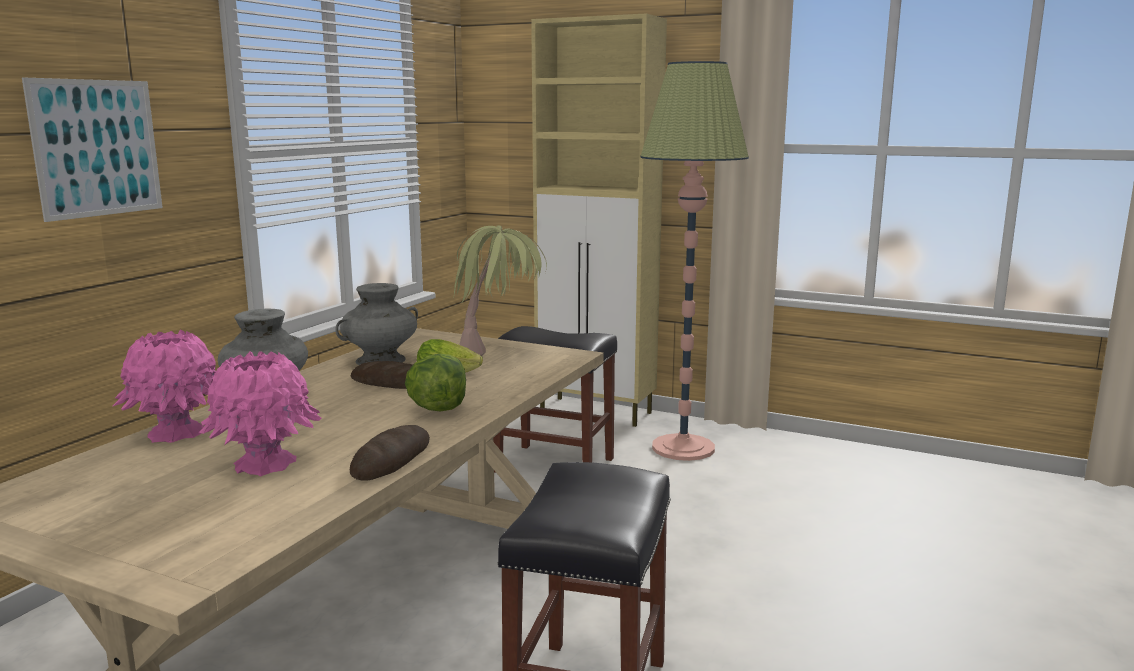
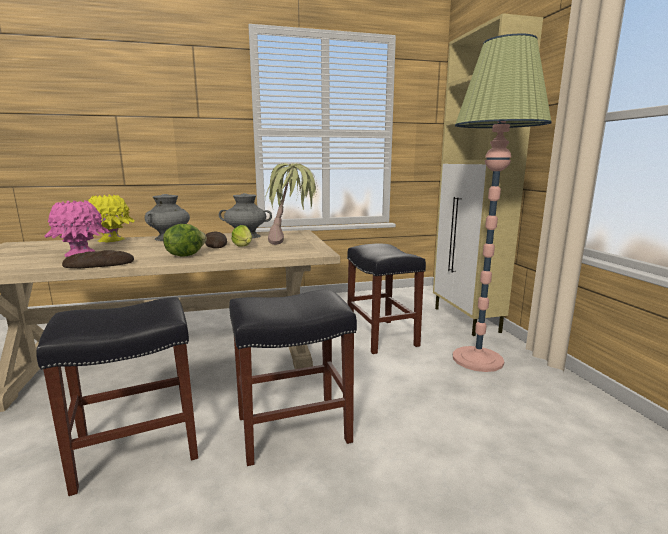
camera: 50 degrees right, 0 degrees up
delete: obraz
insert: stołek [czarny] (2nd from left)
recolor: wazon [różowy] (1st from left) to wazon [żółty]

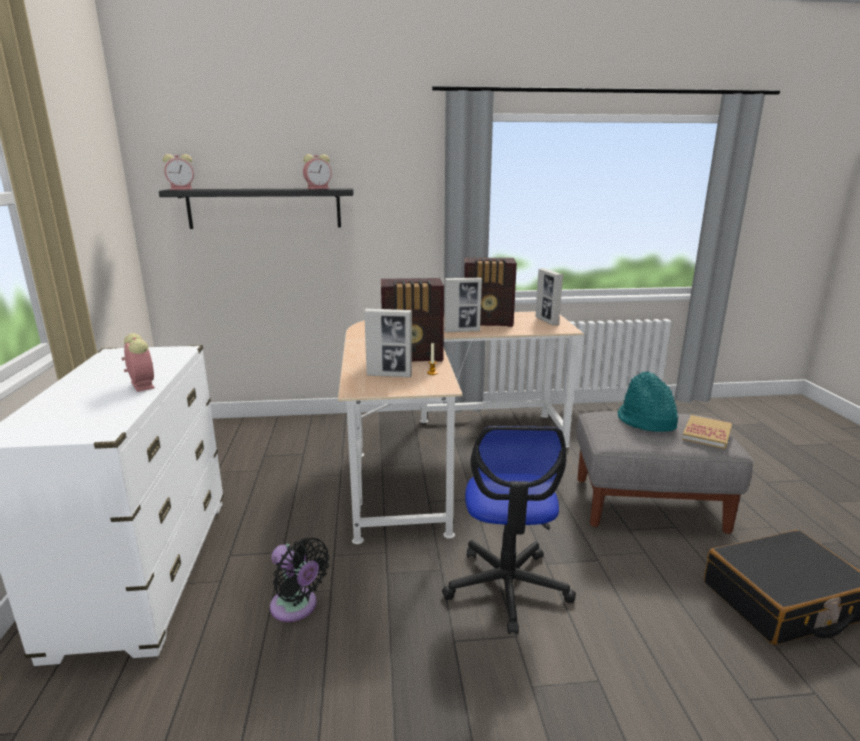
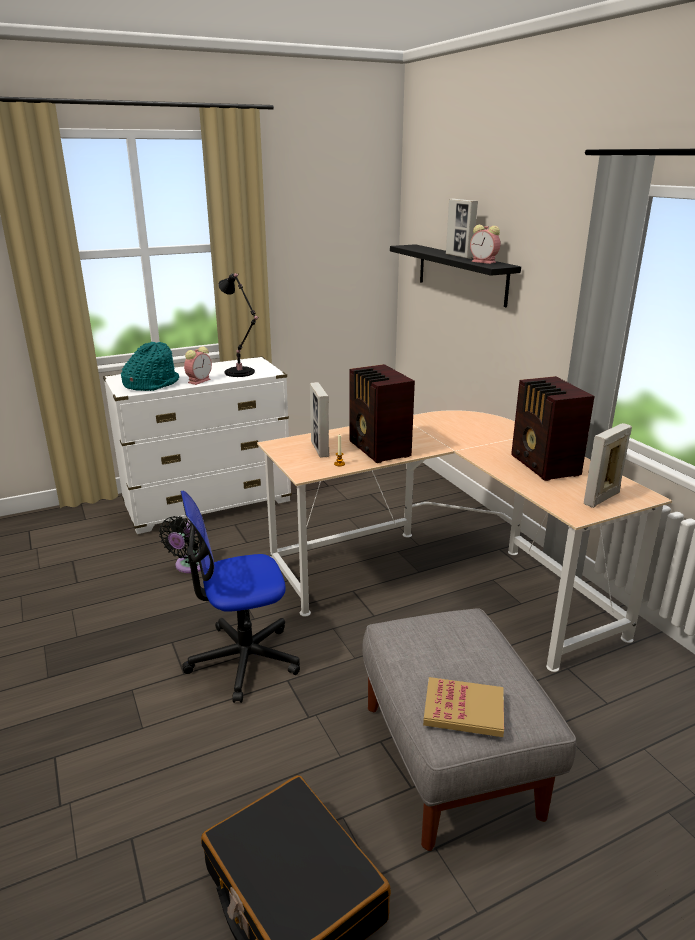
camera: 70 degrees right, 5 degrees up
delete: budzik (2nd from left)
insert: lampa stołowa [czarny]
move: ramka na zdjęcie (2nd from left); kapelusz [turkusowy]

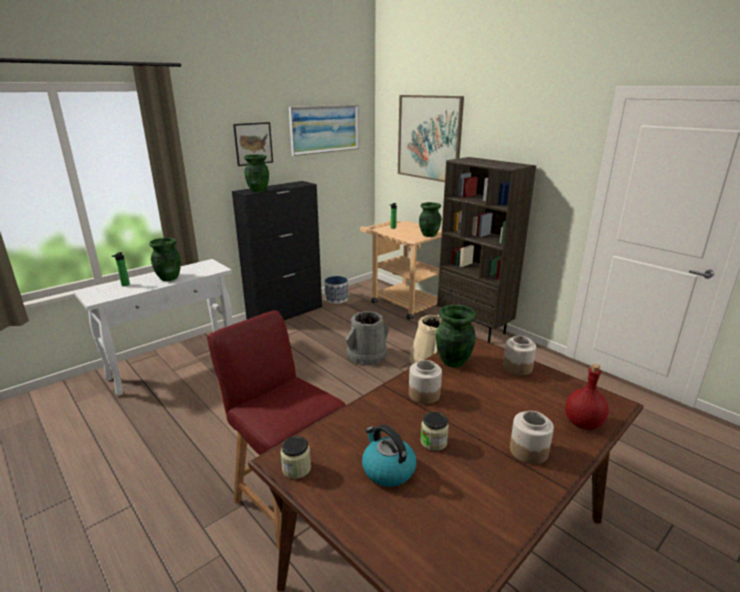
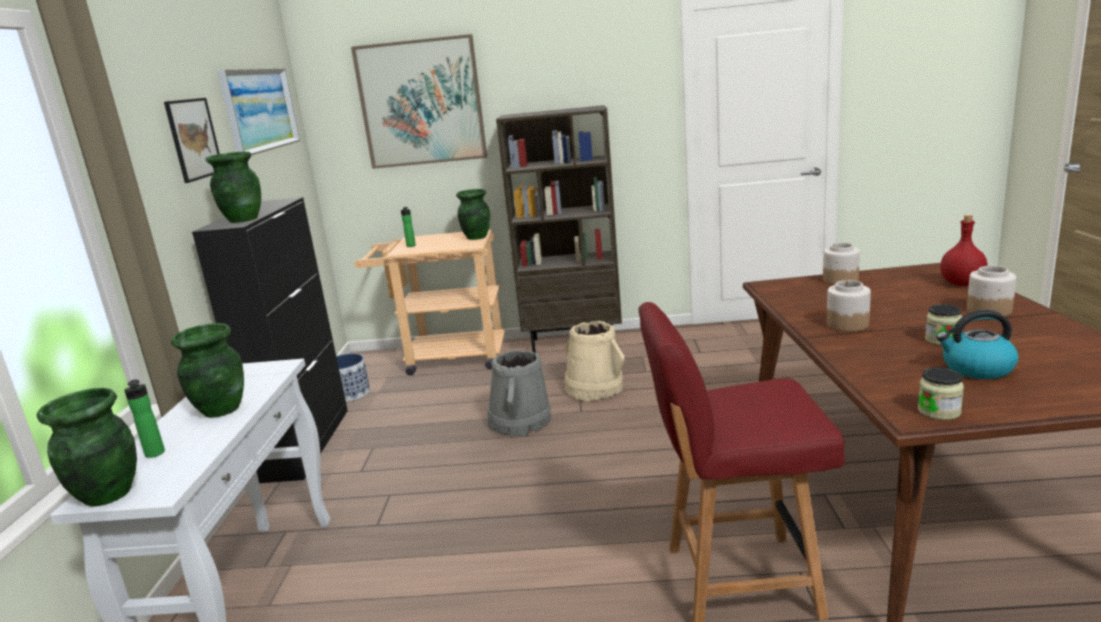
camera: 45 degrees left, 5 degrees down
move: wazon [zielony] (4th from left in the first image) to wazon [zielony] (1st from left)

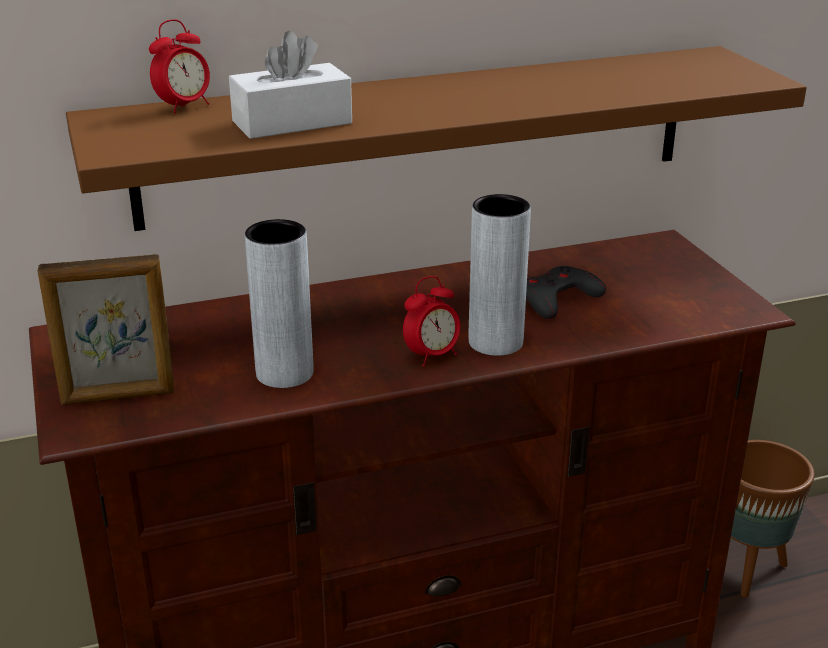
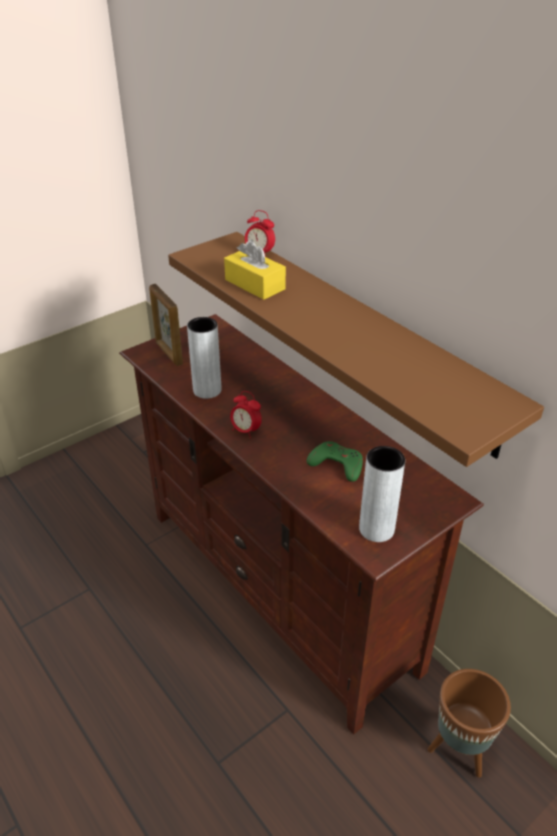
camera: 70 degrees right, 10 degrees up
move: wazon [szary] (2nd from left)
recolor: pudełko chusteczek [biały] to pudełko chusteczek [żółty]; pad do gier [szary] to pad do gier [zielony]

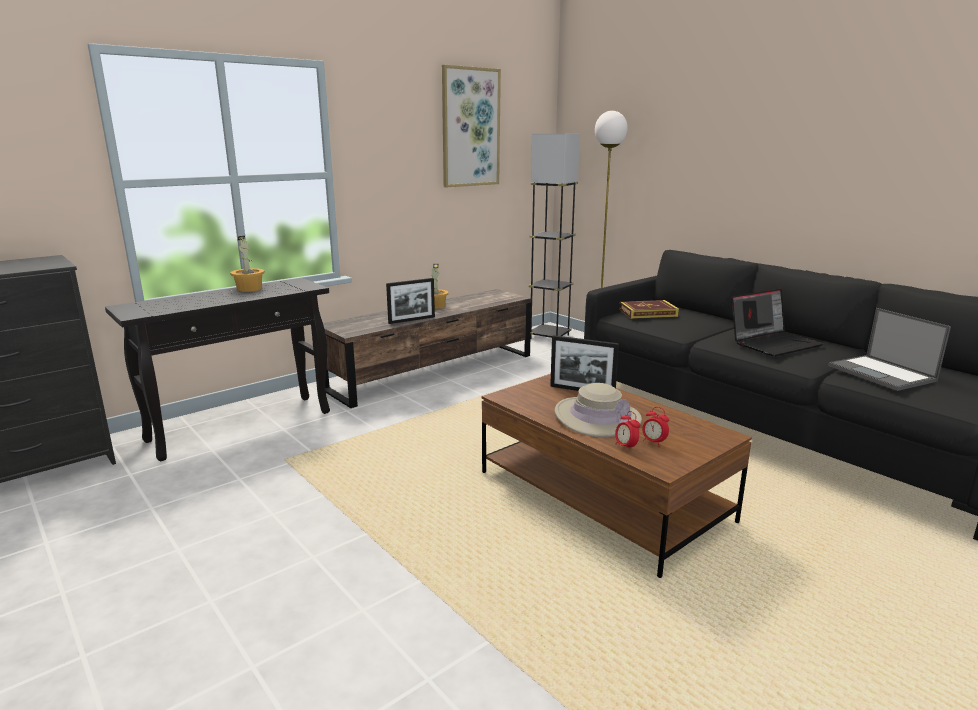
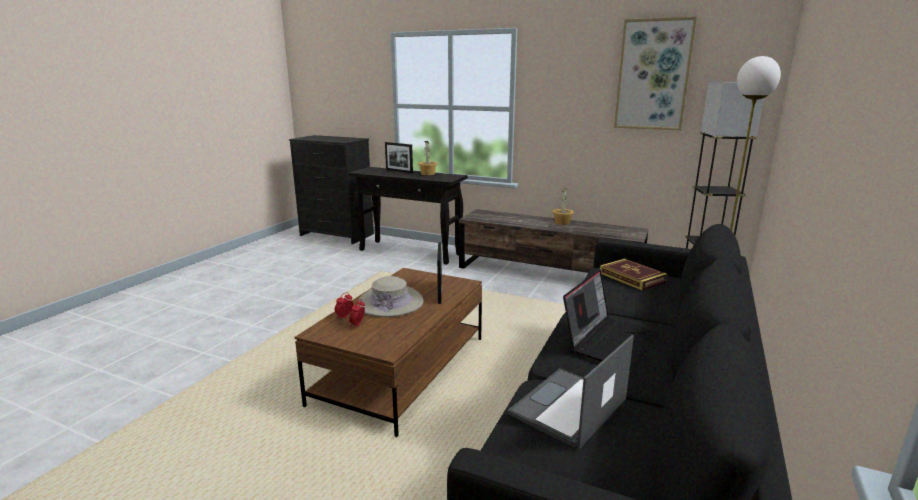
camera: 65 degrees right, 0 degrees up
move: ramka na zdjęcie (1st from left)
rotate: laptop (1st from left in the first image) 90 degrees counterclockwise

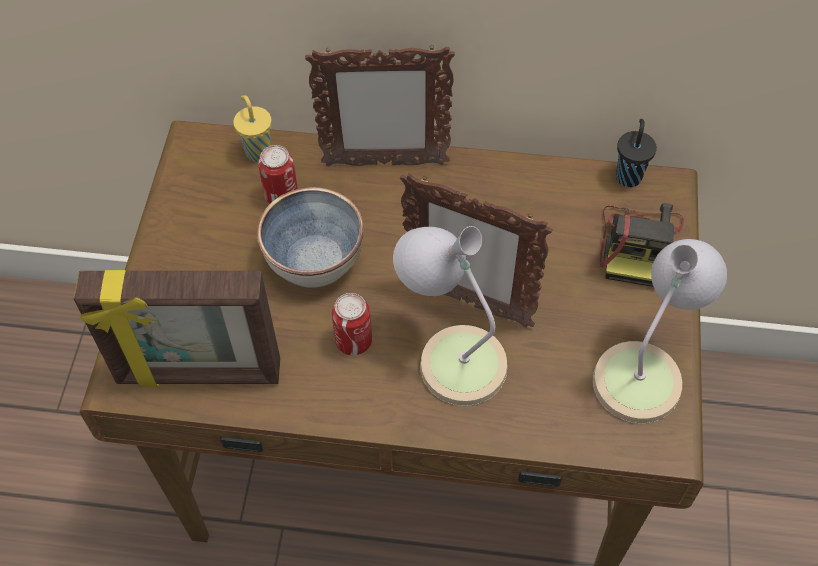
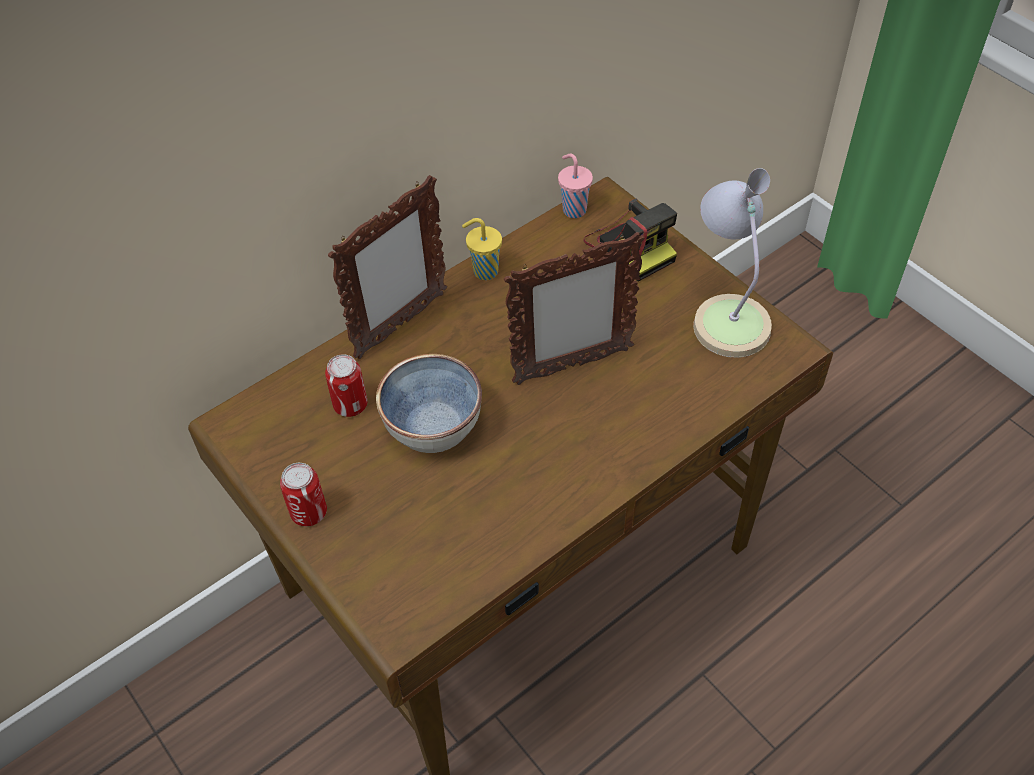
camera: 45 degrees left, 5 degrees down
delete: ramka na zdjęcie (1st from left); lampa stołowa (1st from left)
move: filiżanka [żółty]; puszka (2nd from left in the first image) to puszka (1st from left)
recolor: filiżanka [czarny] to filiżanka [różowy]

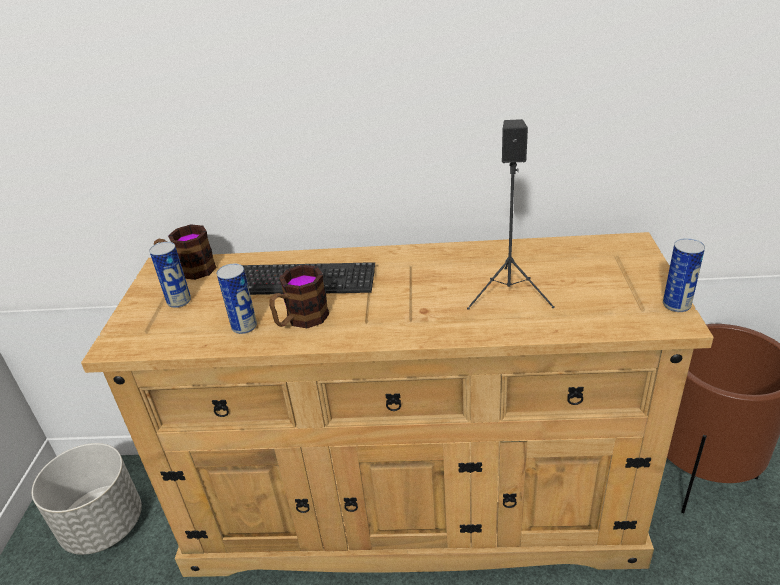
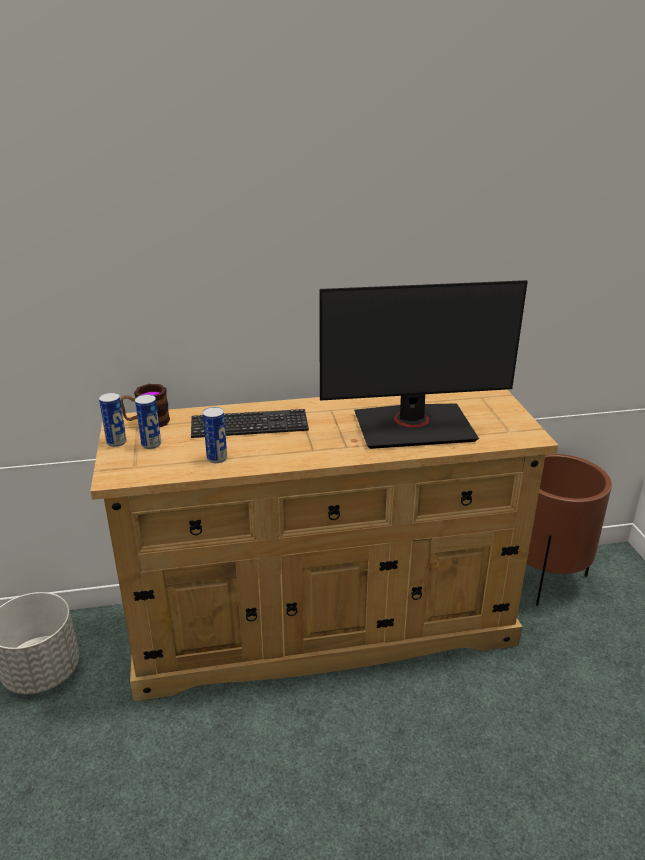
camera: 15 degrees left, 5 degrees down
delete: kubek (2nd from left)
move: puszka (3rd from left in the first image) to puszka (1st from left)
replace: głośnik [czarny] to monitor

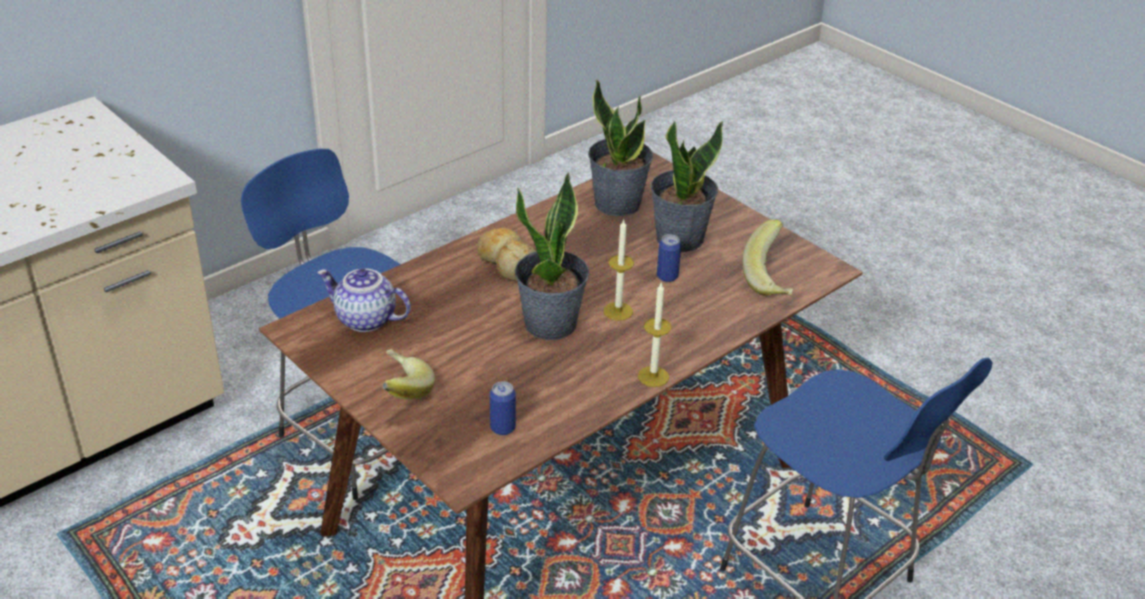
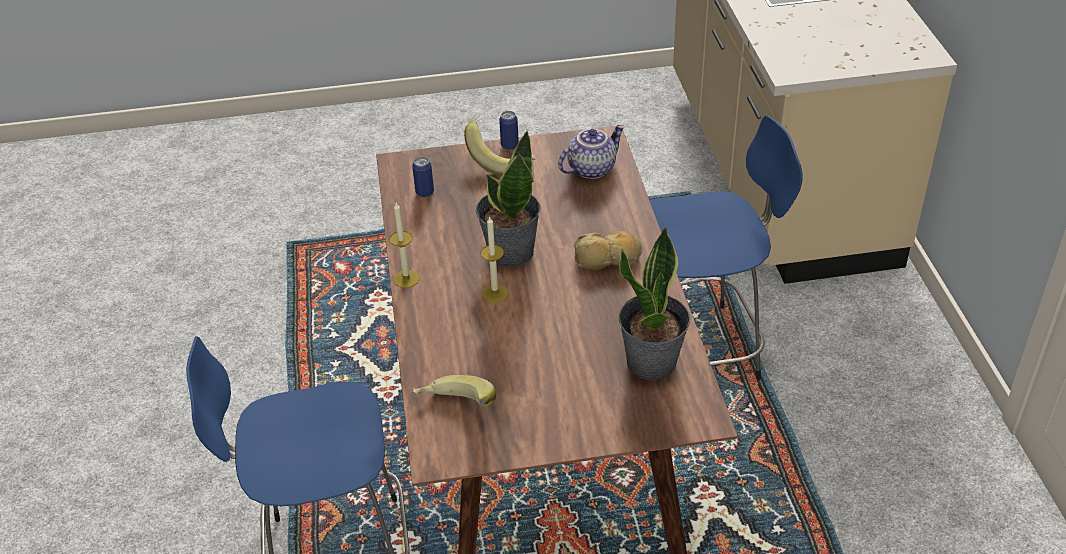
camera: 125 degrees right, 5 degrees up
delete: roślina doniczkowa (3rd from left)
move: puszka (2nd from left)

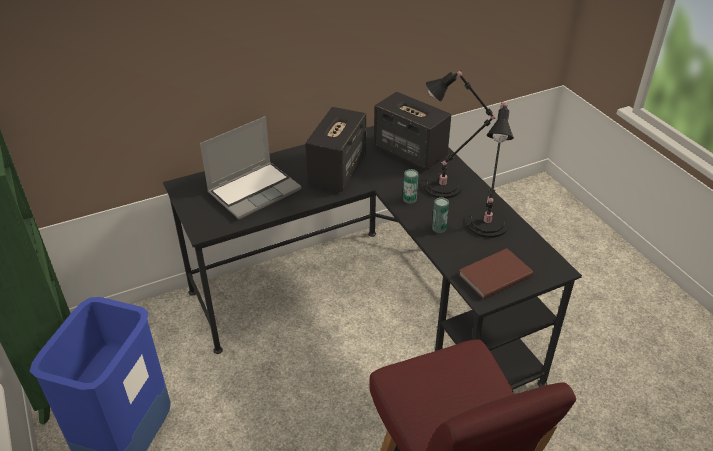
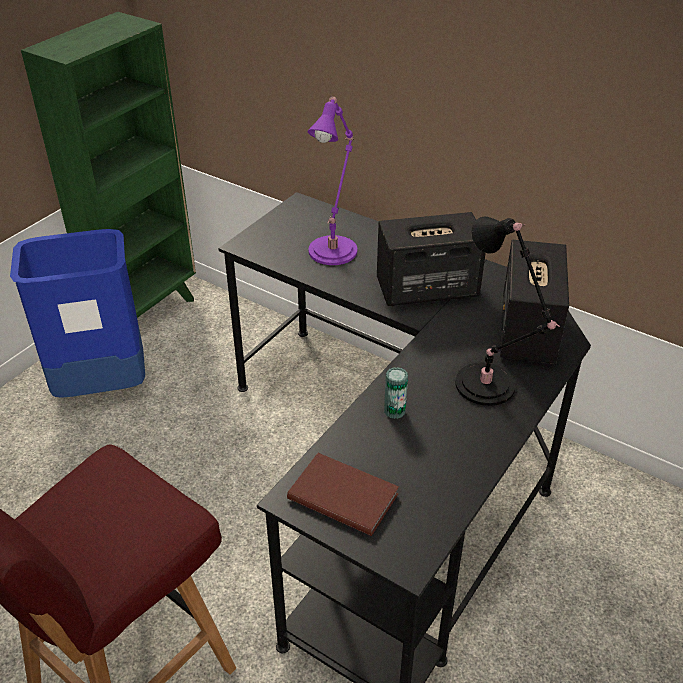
camera: 60 degrees right, 0 degrees up
delete: puszka (1st from left); lampa stołowa [czarny] (2nd from left)
replace: laptop to lampa stołowa [fioletowy]

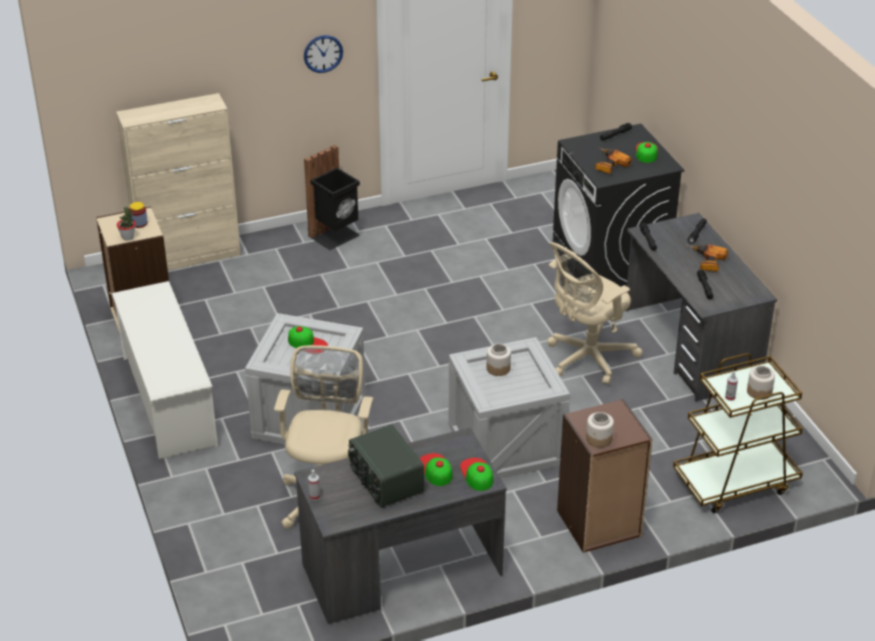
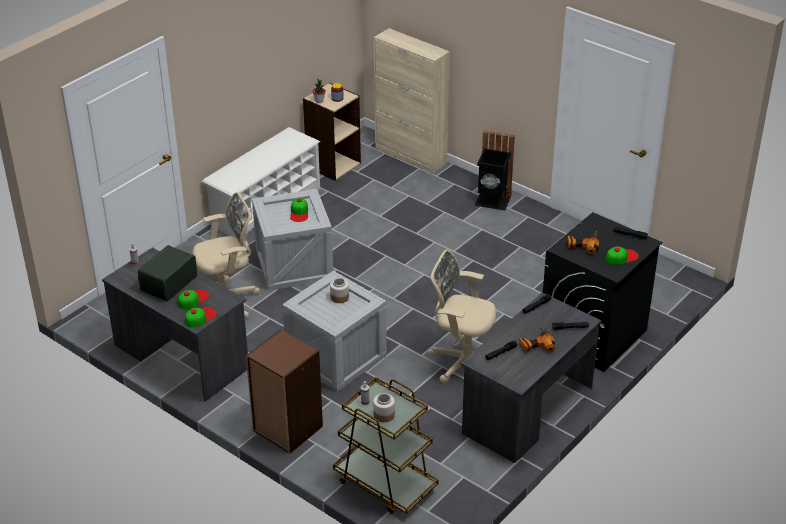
camera: 60 degrees right, 0 degrees up
delete: zegar ścienny; słoik (3rd from left)

